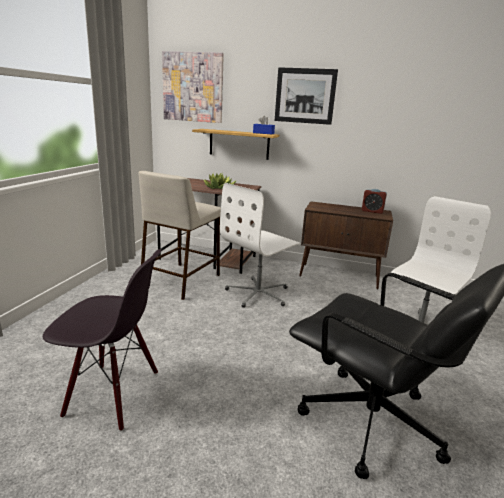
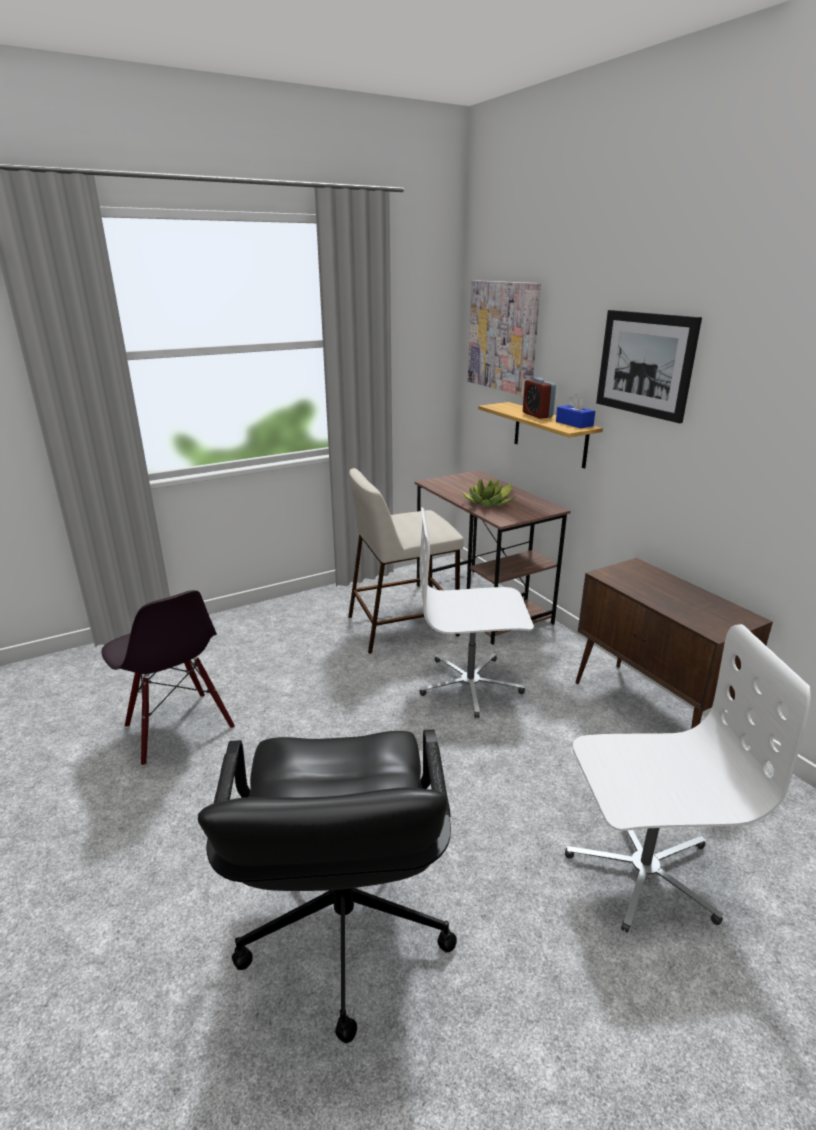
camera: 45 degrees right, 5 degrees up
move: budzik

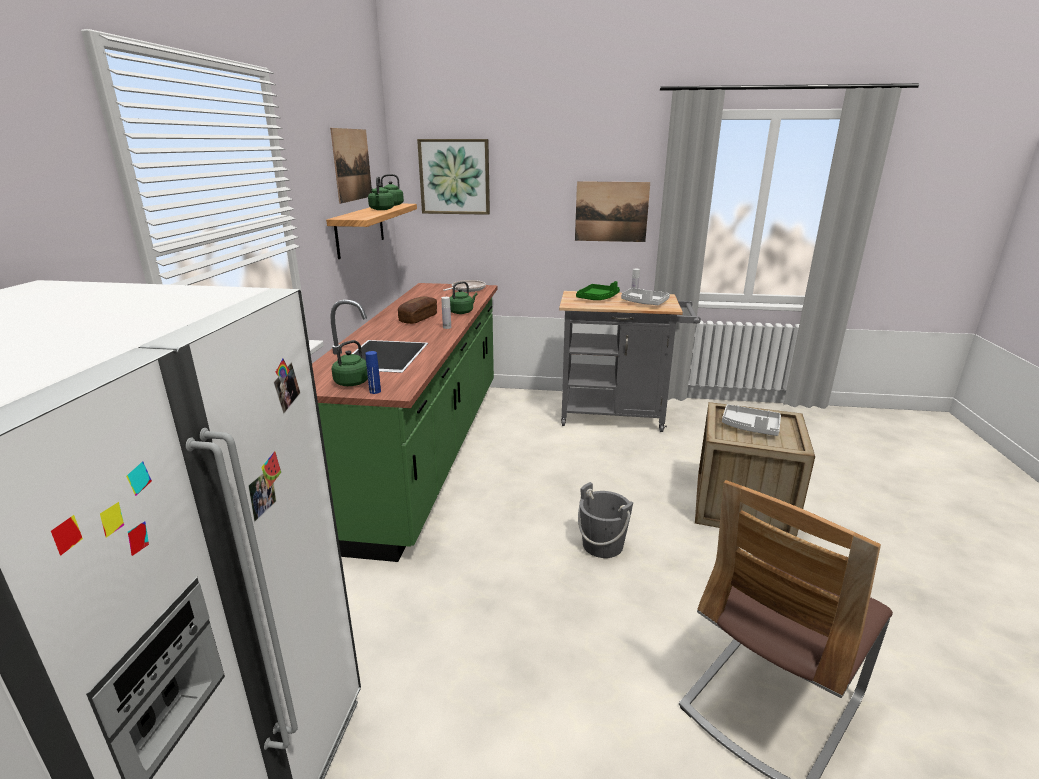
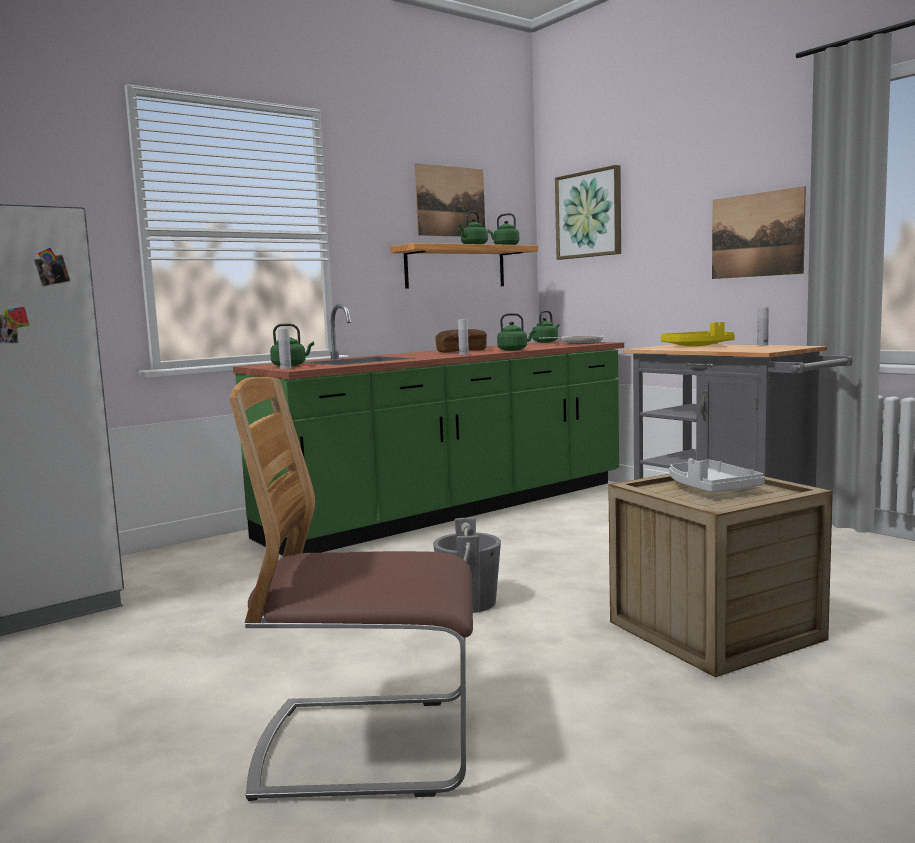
camera: 45 degrees right, 15 degrees down
delete: taca [szary] (1st from left)
insert: czajnik [zielony] (5th from left)
recolor: butelka [niebieski] to butelka [biały] (1st from left); taca [zielony] to taca [żółty]

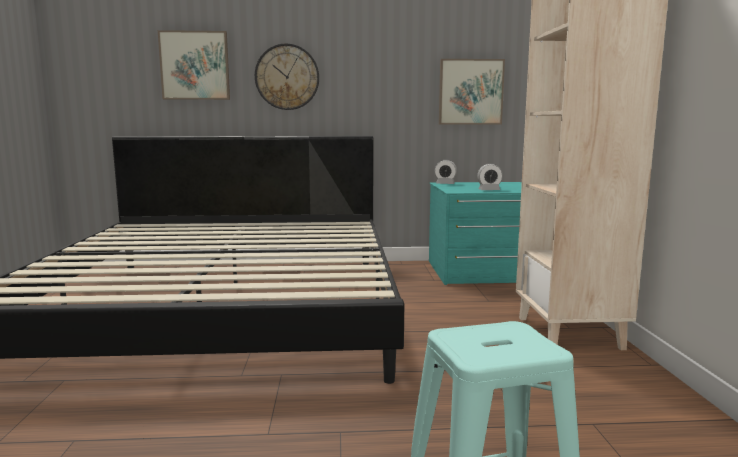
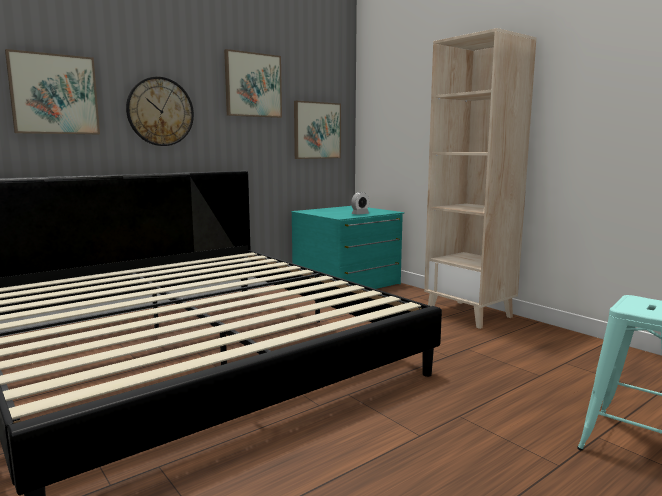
camera: 35 degrees left, 0 degrees up
delete: budzik (1st from left)
insert: obraz (2nd from left)

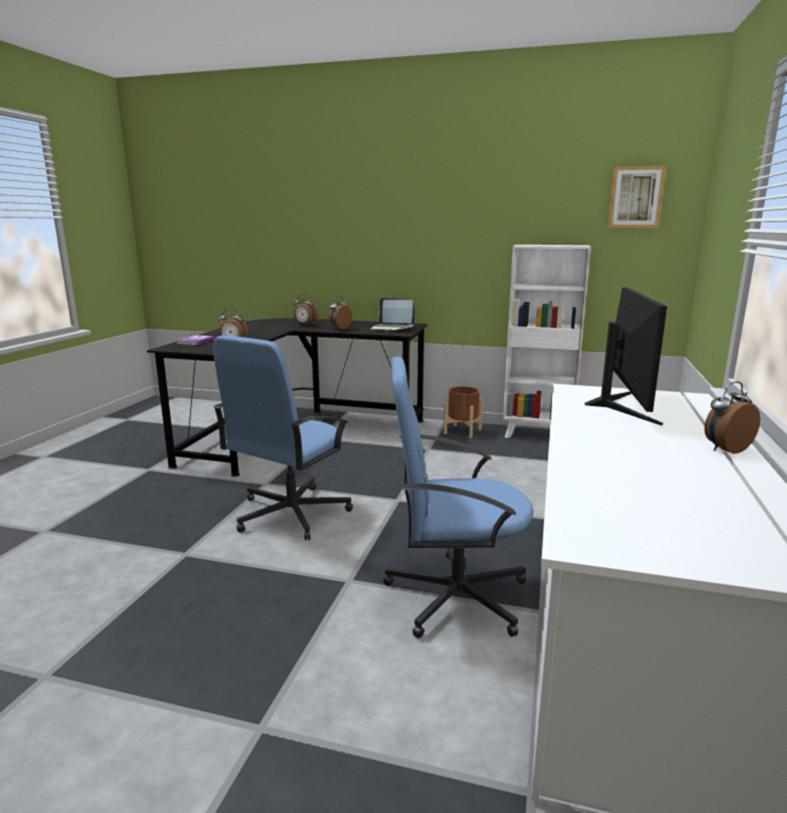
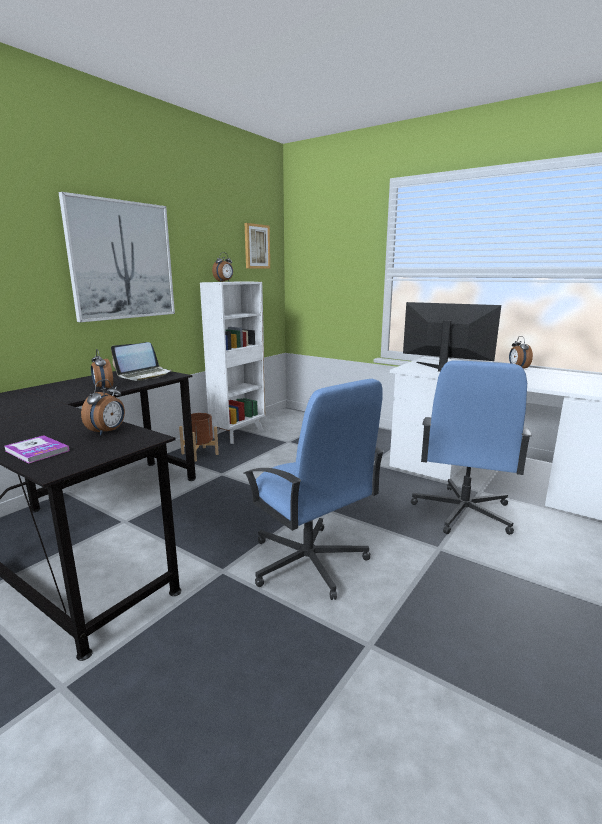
camera: 70 degrees left, 0 degrees up
insert: obraz (1st from left)
move: budzik (2nd from left in the first image) to budzik (3rd from left)

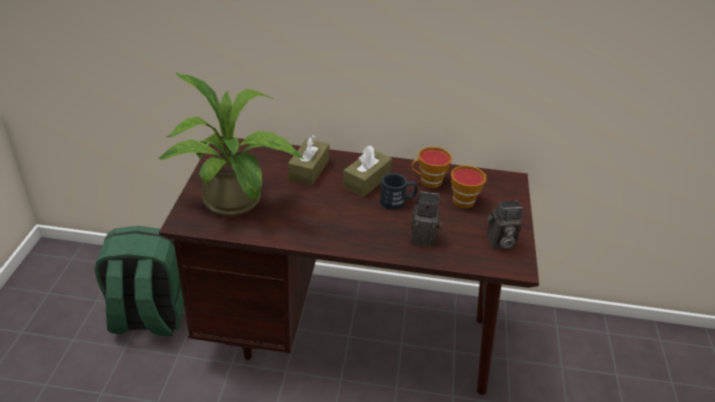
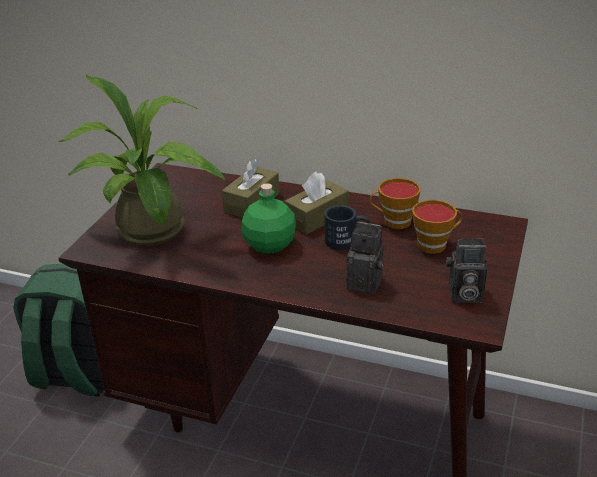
camera: 15 degrees right, 5 degrees down
insert: butelka [zielony]

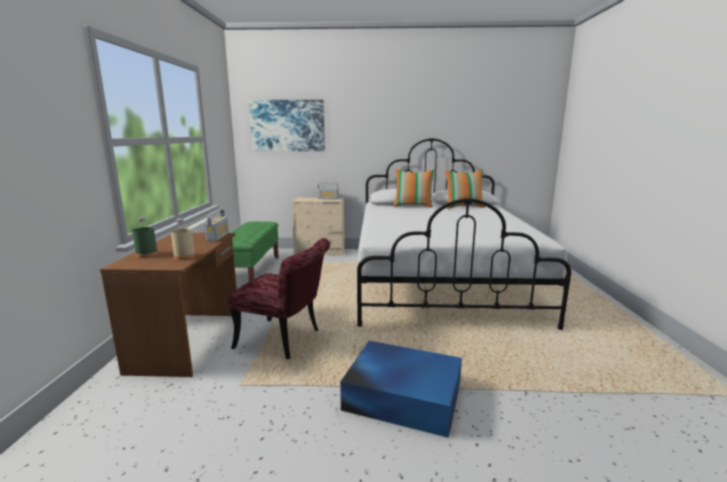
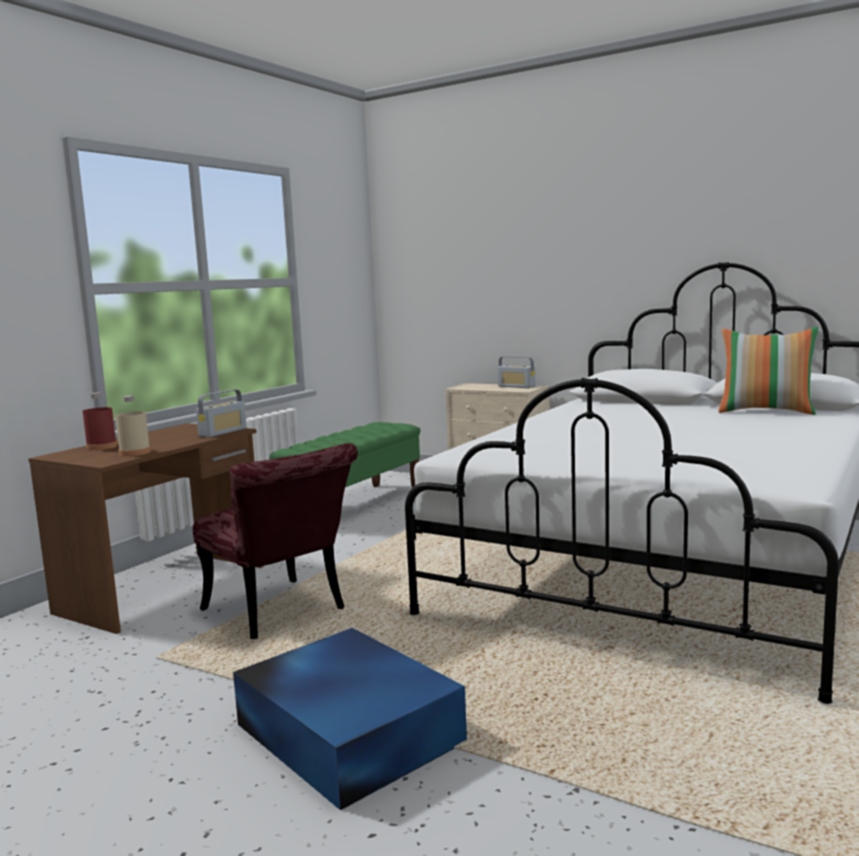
camera: 30 degrees right, 5 degrees down
delete: obraz; poduszka (1st from left)
recolor: butelka [zielony] to butelka [czerwony]

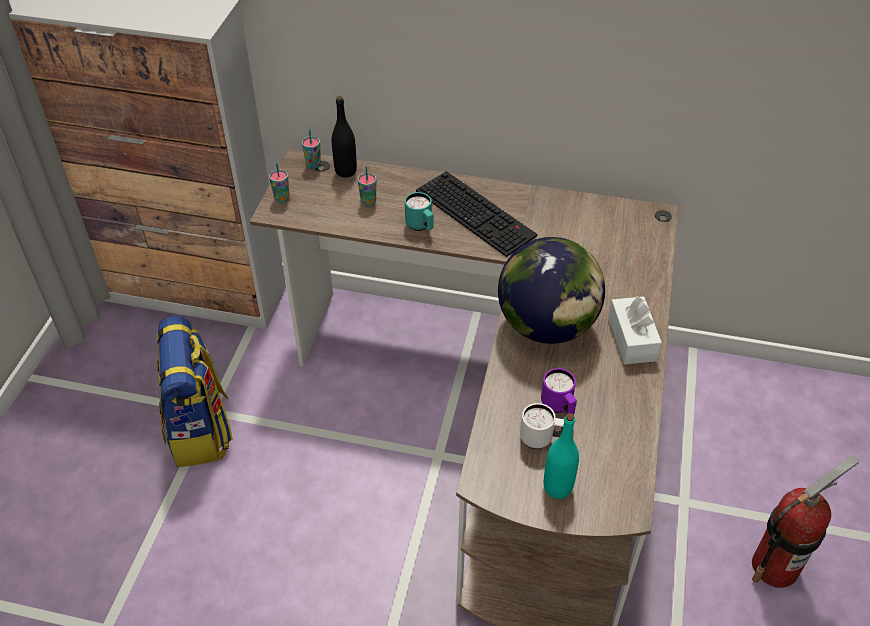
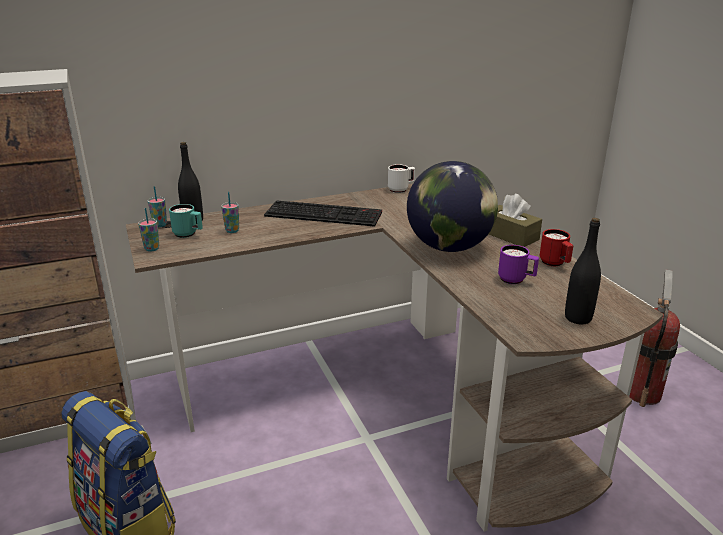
camera: 35 degrees left, 20 degrees down
insert: kubek [czerwony]
move: kubek [turkusowy]; kubek [biały]
recolor: butelka [turkusowy] to butelka [czarny] (2nd from left); pudełko chusteczek [biały] to pudełko chusteczek [brązowy]

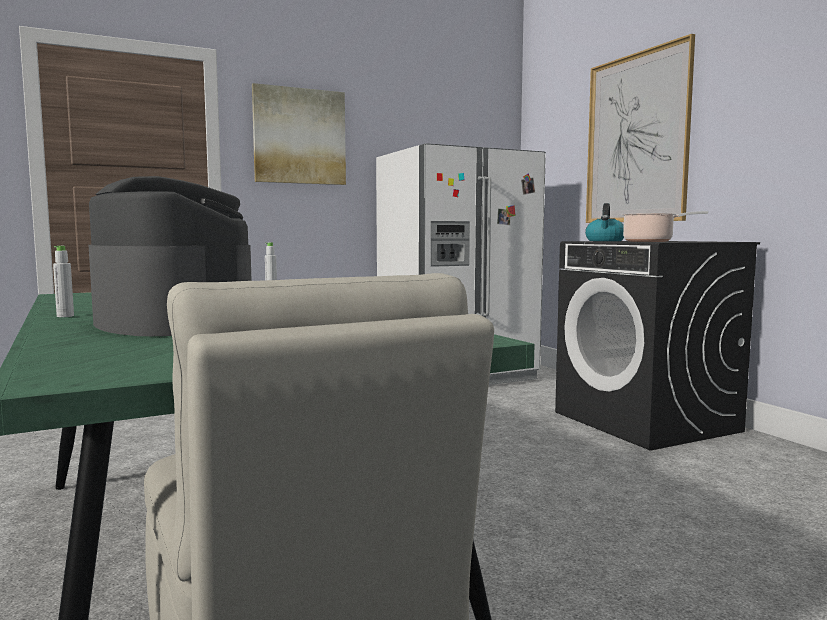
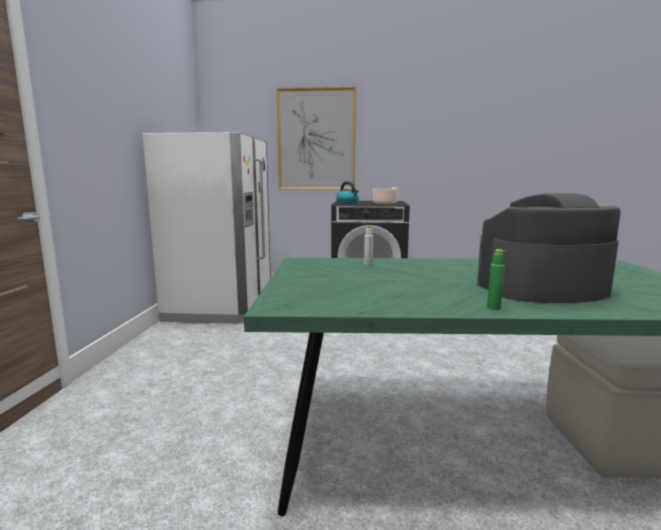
camera: 60 degrees left, 5 degrees up
delete: obraz (1st from left)
recolor: butelka [biały] (1st from left) to butelka [zielony]

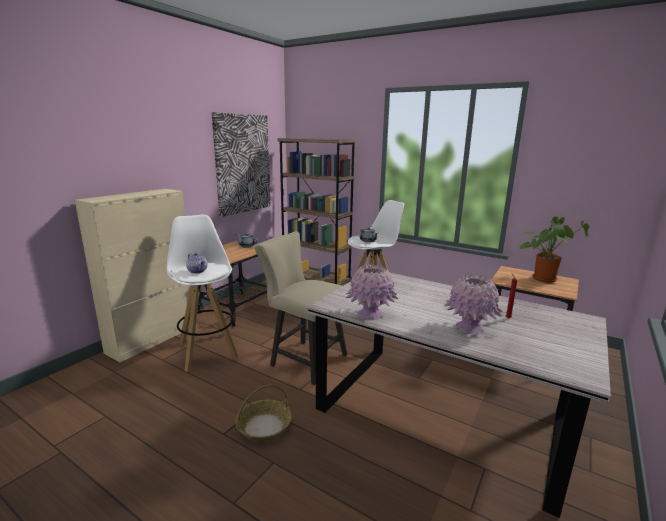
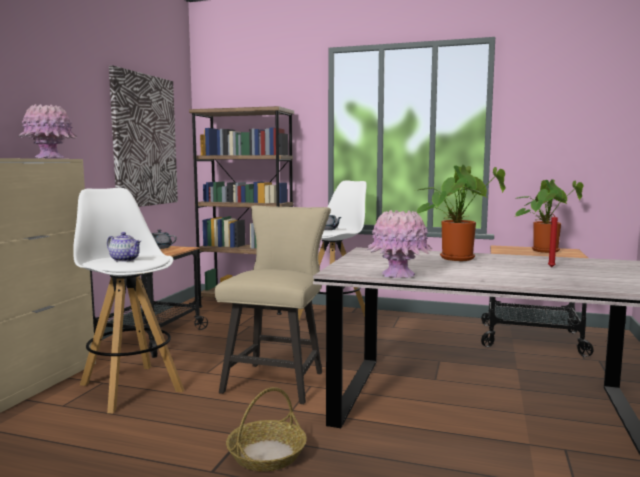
camera: 15 degrees left, 10 degrees down
insert: roślina doniczkowa (1st from left)
move: wazon [różowy] (2nd from left in the first image) to wazon [różowy] (1st from left)
rotate: krzesło [beżowy] 90 degrees clockwise

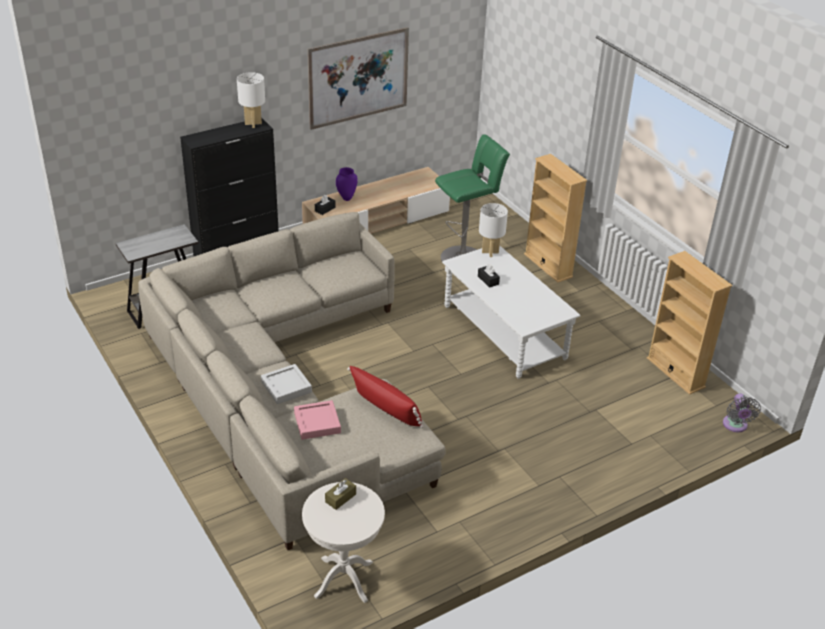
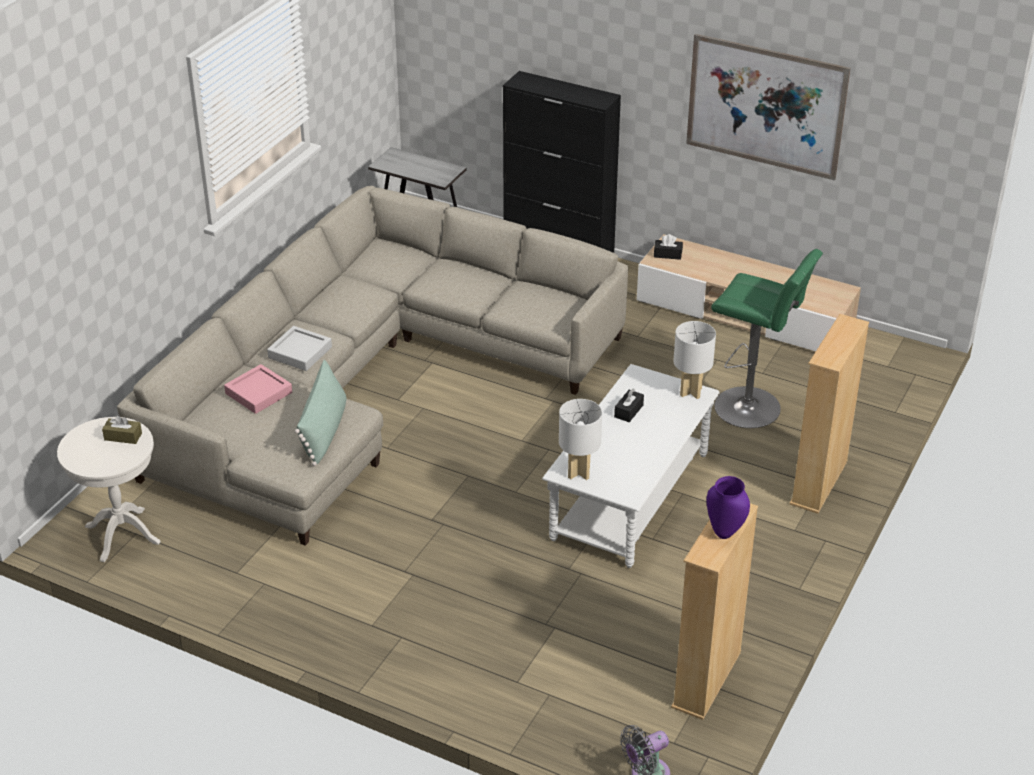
camera: 60 degrees right, 0 degrees up
move: lampa stołowa [biały] (1st from left); wazon [fioletowy]
recolor: poduszka [czerwony] to poduszka [zielony]

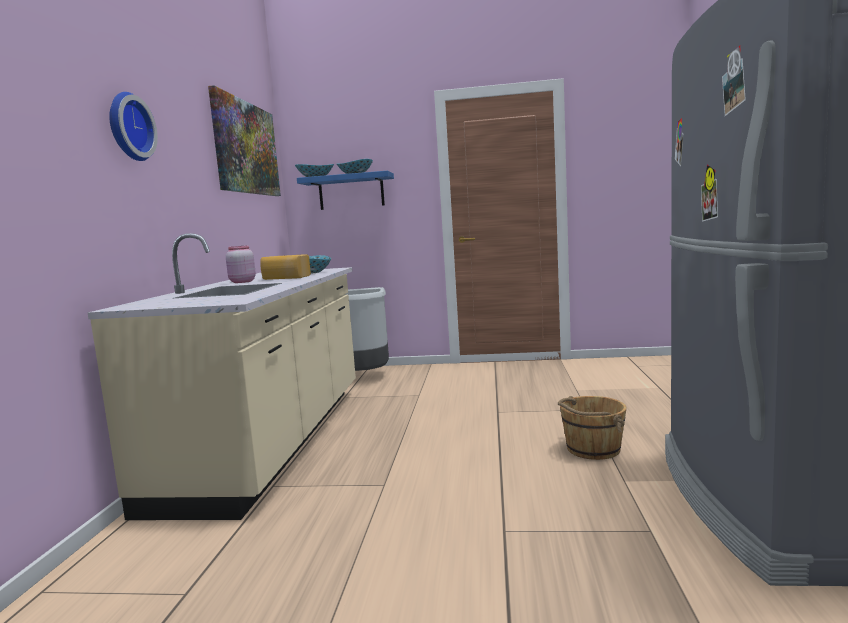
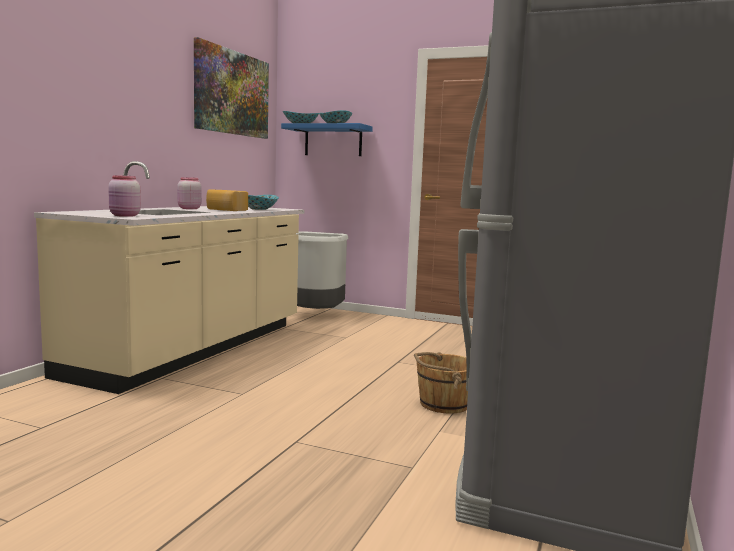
camera: 15 degrees right, 0 degrees up
delete: zegar ścienny
insert: słoik [różowy] (1st from left)

